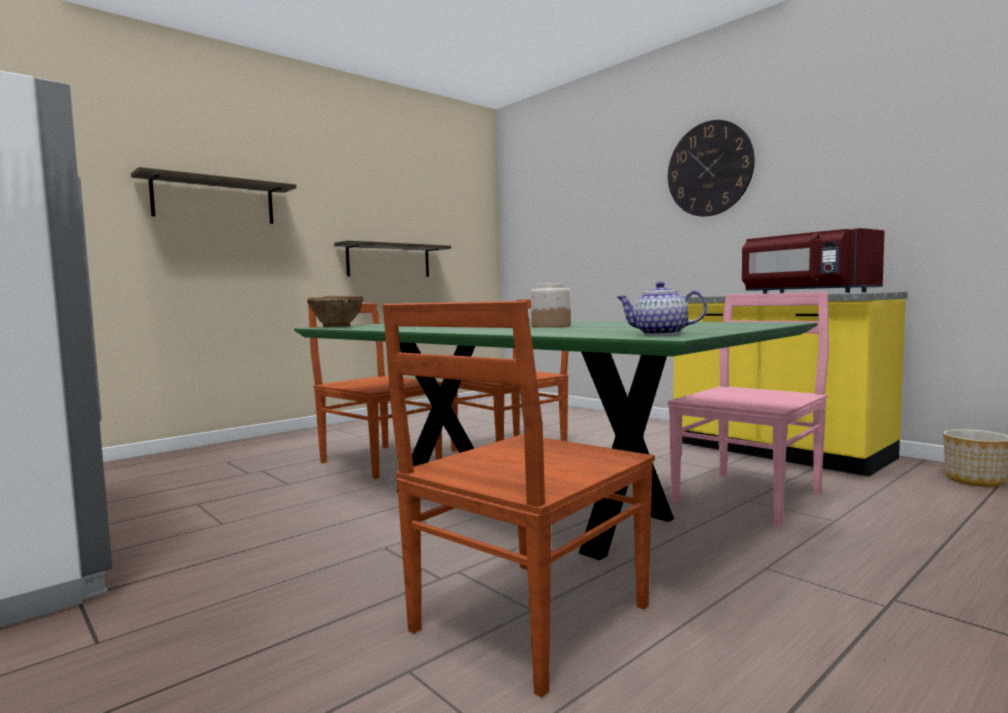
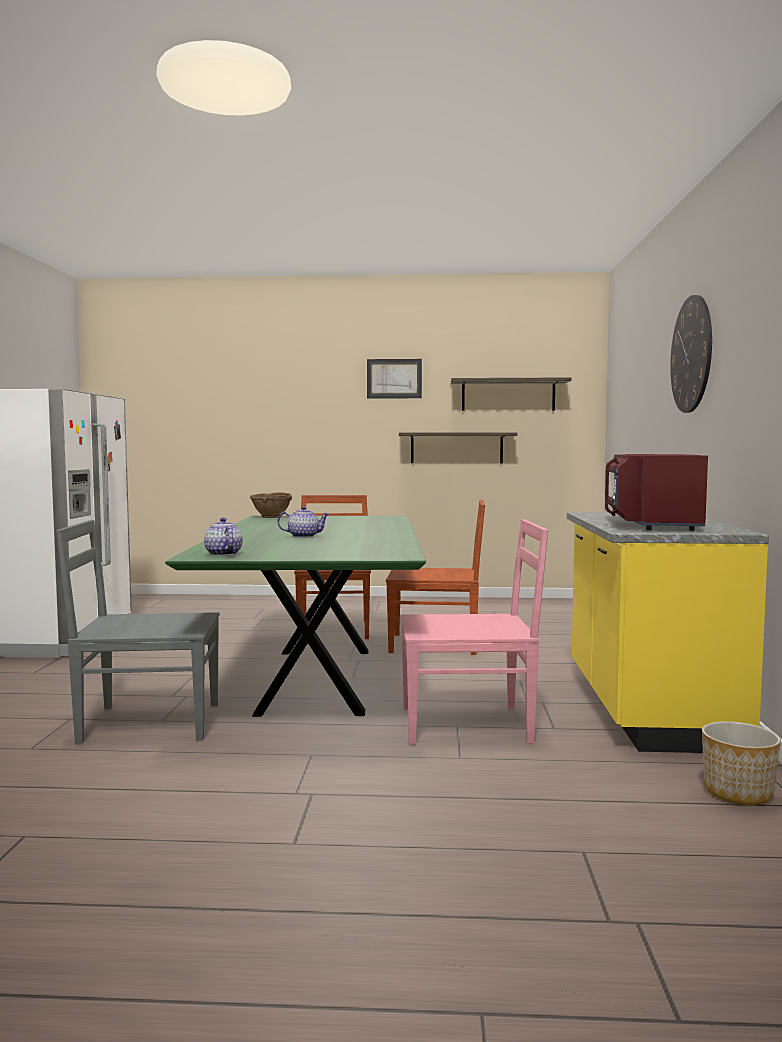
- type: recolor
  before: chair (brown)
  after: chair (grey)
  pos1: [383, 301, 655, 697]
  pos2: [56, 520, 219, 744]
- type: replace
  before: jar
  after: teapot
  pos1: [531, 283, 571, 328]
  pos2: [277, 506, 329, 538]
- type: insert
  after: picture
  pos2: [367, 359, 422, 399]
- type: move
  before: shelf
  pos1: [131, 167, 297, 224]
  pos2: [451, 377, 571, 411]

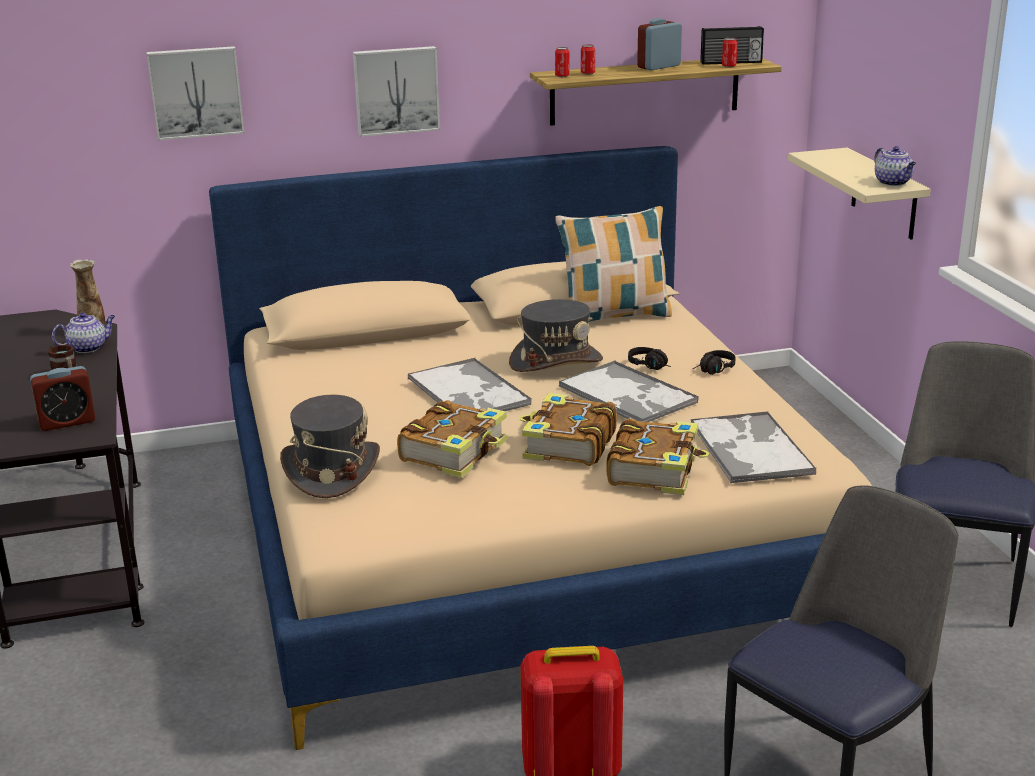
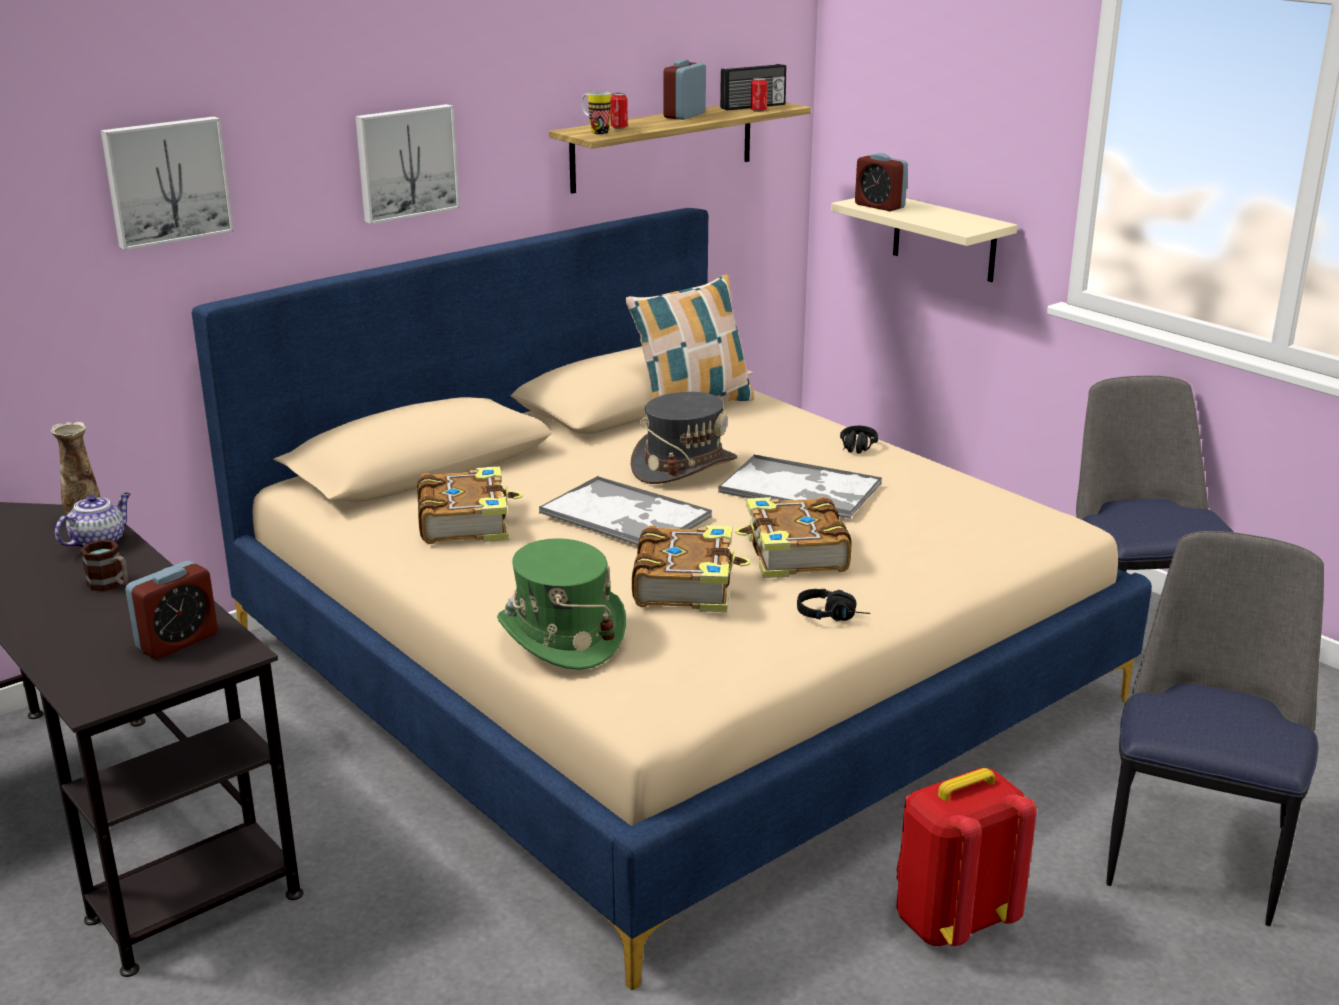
- type: move
  before: book
  pos1: [607, 418, 709, 495]
  pos2: [417, 466, 523, 544]
- type: recolor
  before: hat (grey)
  after: hat (green)
  pos1: [280, 395, 380, 498]
  pos2: [497, 538, 626, 670]
- type: replace
  before: can
  after: mug
  pos1: [555, 47, 570, 77]
  pos2: [581, 91, 611, 135]
- type: move
  before: headphones (black)
  pos1: [628, 347, 671, 370]
  pos2: [797, 589, 870, 621]
- type: insert
  after: alarm clock
  pos2: [855, 153, 908, 211]
- type: delete
  before: tray
  pos1: [690, 411, 816, 484]
- type: delete
  before: teapot
  pos1: [874, 146, 916, 186]

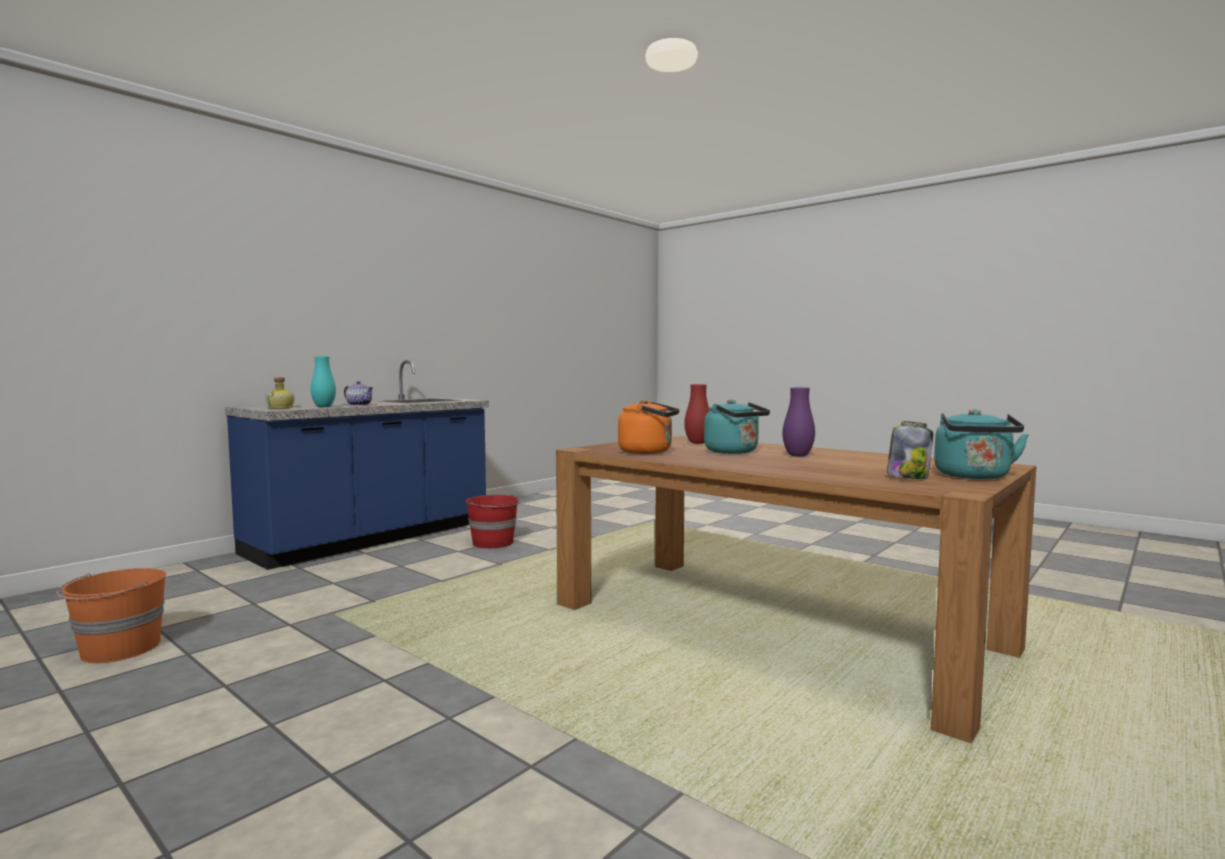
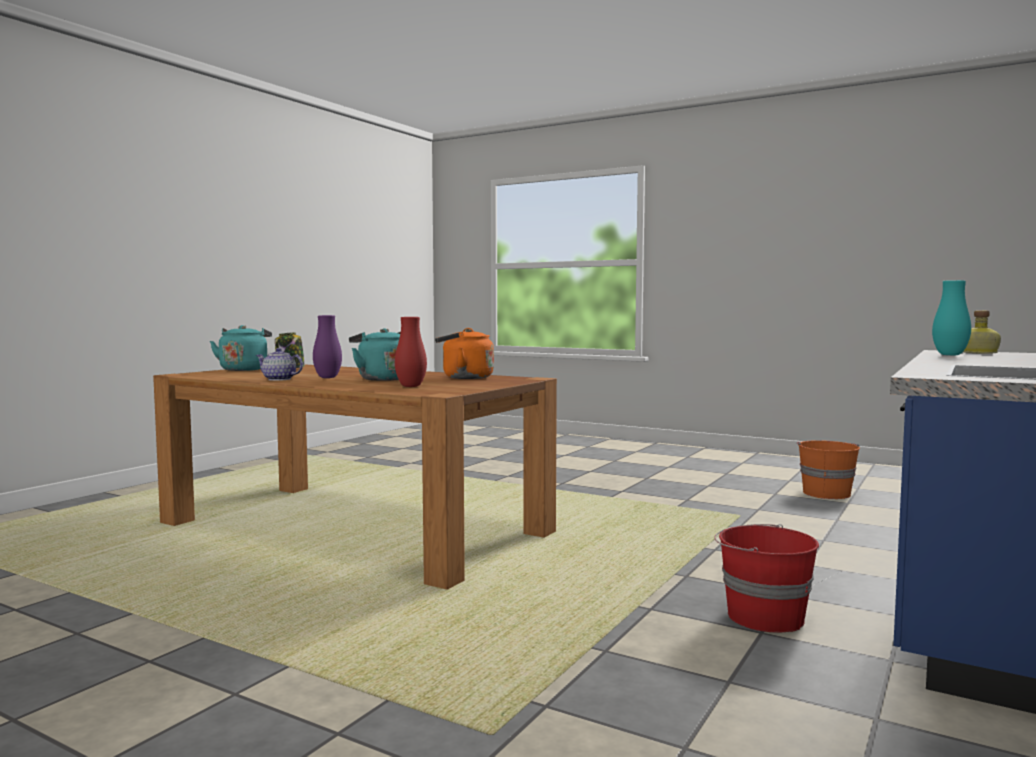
- type: move
  before: teapot
  pos1: [344, 381, 374, 406]
  pos2: [256, 348, 303, 381]

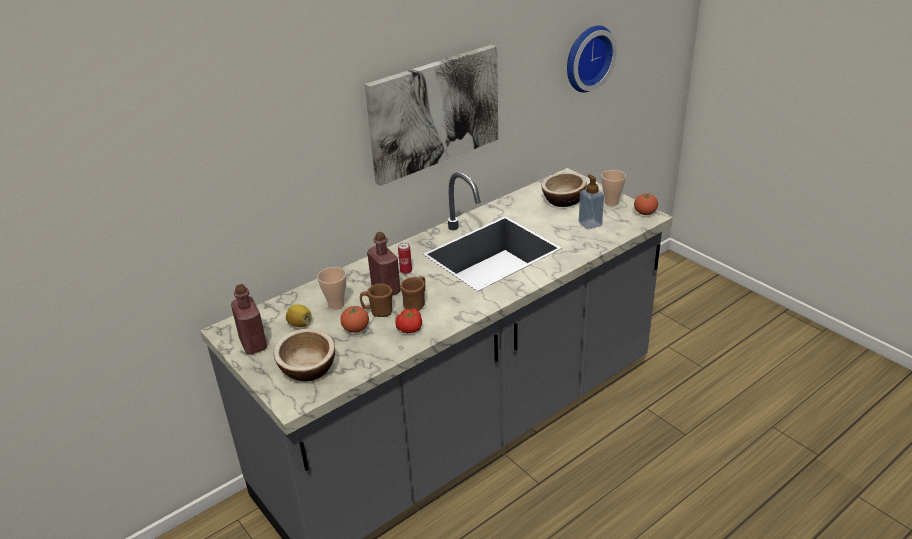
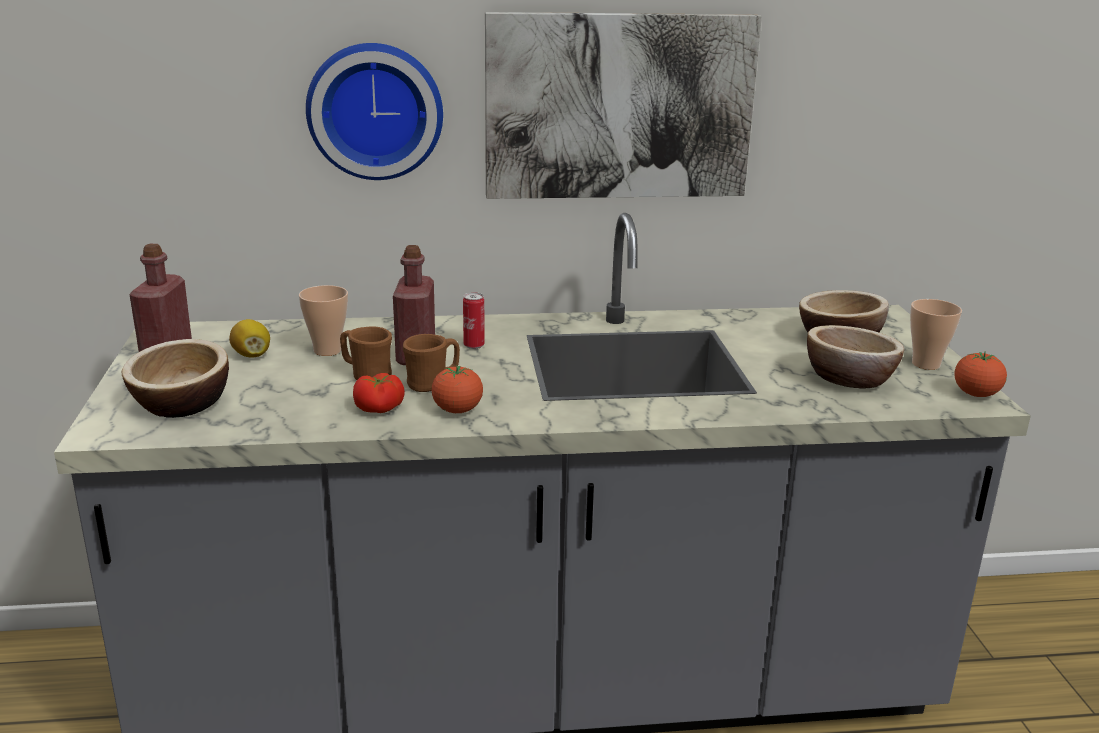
- type: move
  before: wall clock
  pos1: [567, 26, 617, 93]
  pos2: [306, 43, 443, 180]
- type: move
  before: tomato
  pos1: [340, 306, 369, 333]
  pos2: [431, 365, 483, 413]
- type: replace
  before: soap dispenser
  after: bowl
  pos1: [579, 174, 604, 229]
  pos2: [807, 325, 904, 389]

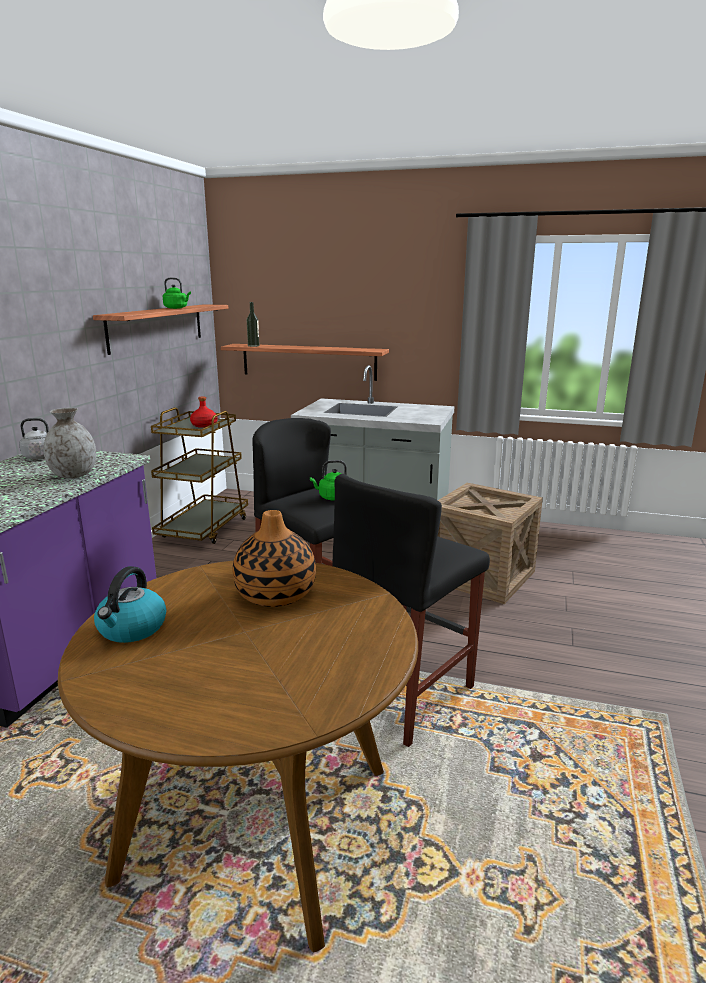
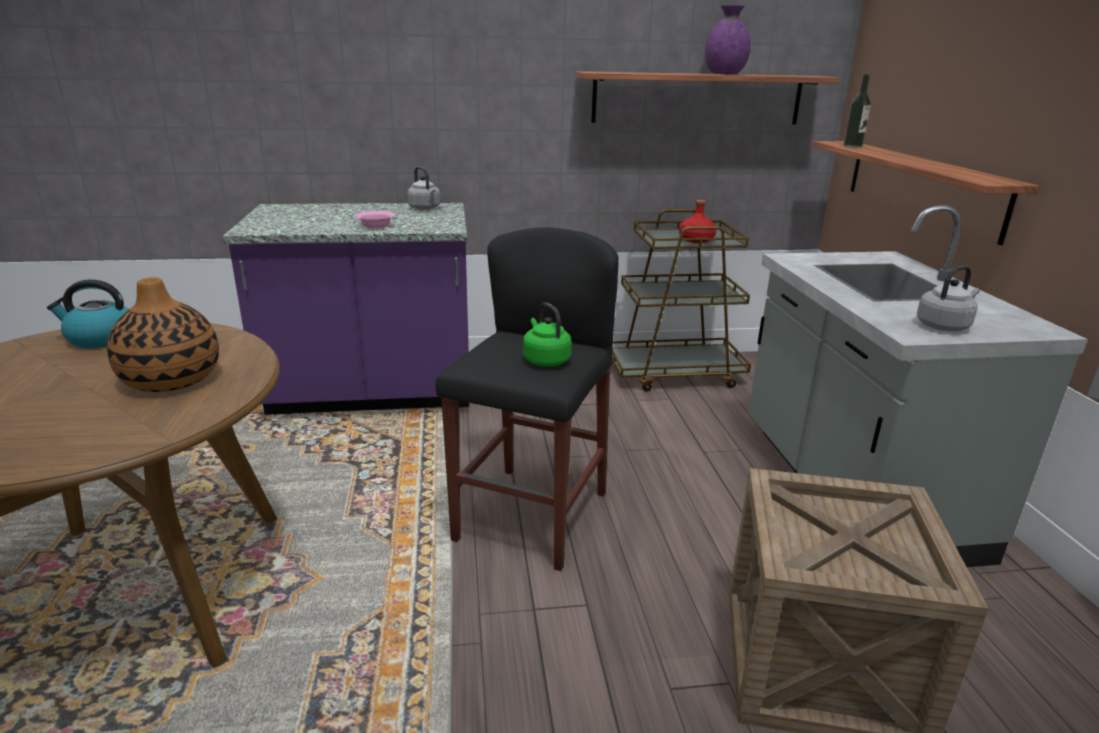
- type: replace
  before: vase (grey)
  after: bowl (pink)
  pos1: [43, 408, 96, 478]
  pos2: [355, 211, 395, 228]
- type: replace
  before: kettle (green)
  after: vase (purple)
  pos1: [163, 278, 191, 309]
  pos2: [705, 5, 751, 74]
- type: insert
  after: kettle (grey)
  pos2: [917, 265, 980, 331]
- type: delete
  before: stool (black)
  pos1: [332, 474, 490, 747]

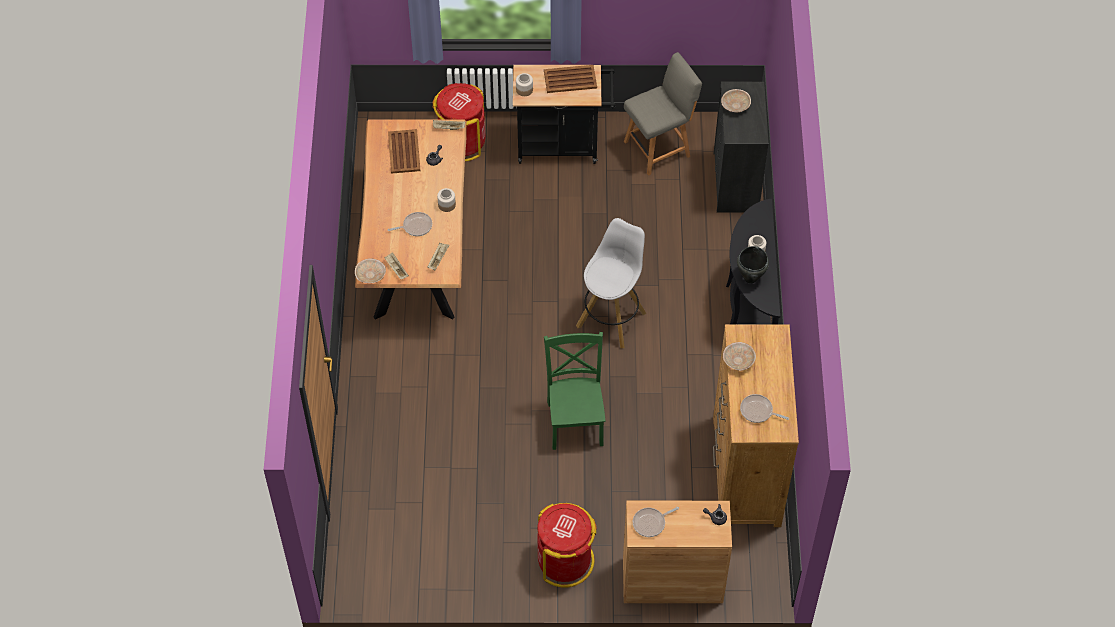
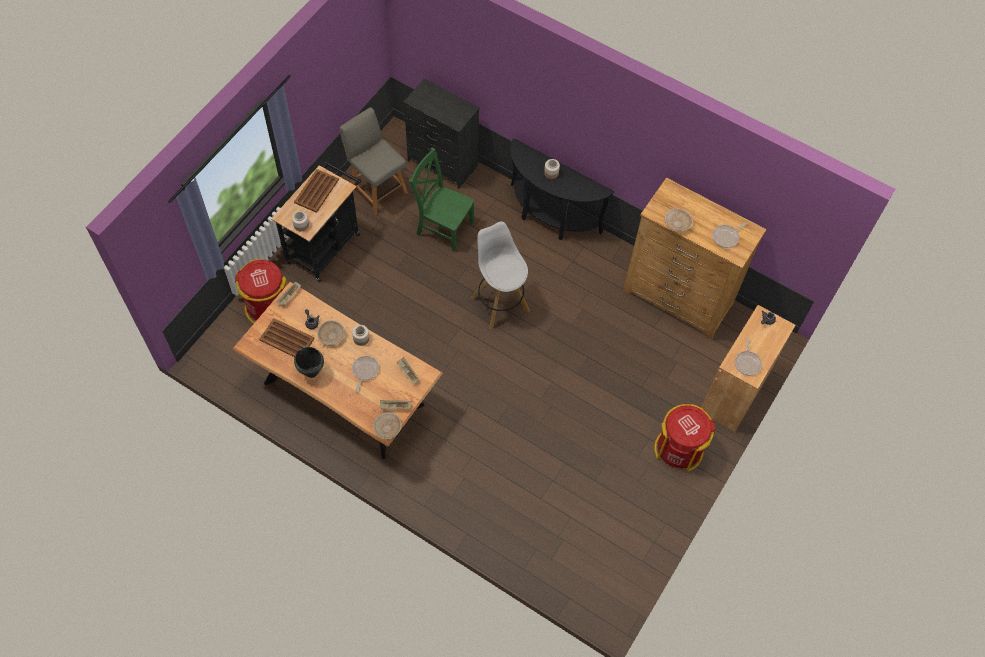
- type: move
  before: cooking pot (black)
  pos1: [737, 246, 769, 283]
  pos2: [294, 347, 324, 378]
- type: move
  before: bowl (beige)
  pos1: [721, 89, 751, 113]
  pos2: [317, 320, 345, 345]
- type: rotate
  before: chair (grey)
  pos1: [624, 52, 702, 176]
  pos2: [339, 107, 408, 215]
  turn: -45
- type: move
  before: chair (green)
  pos1: [544, 332, 605, 450]
  pos2: [409, 147, 475, 252]

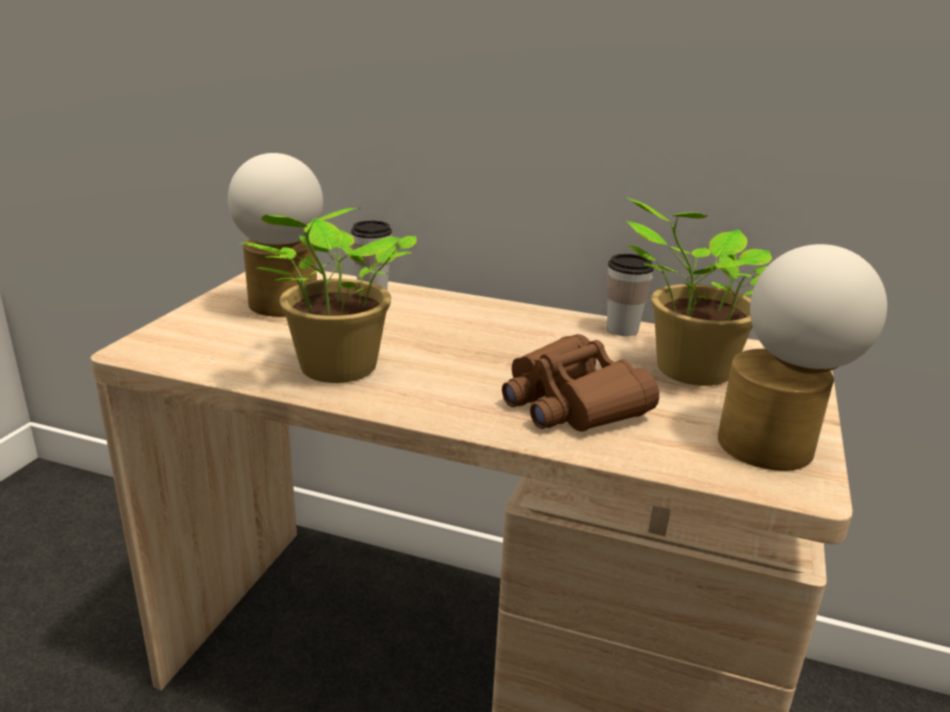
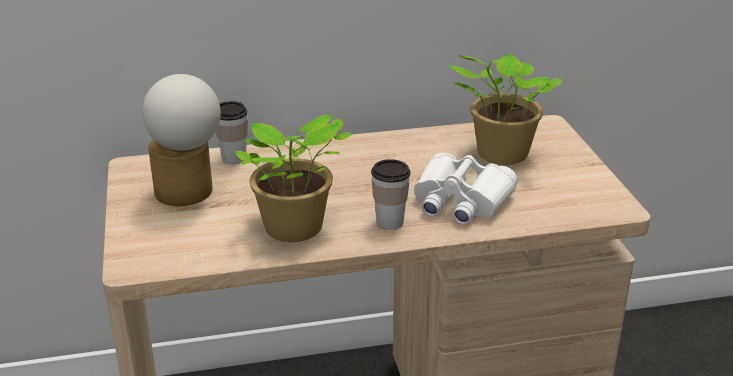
- type: move
  before: cup
  pos1: [607, 254, 654, 336]
  pos2: [371, 159, 411, 230]
- type: recolor
  before: binoculars (brown)
  after: binoculars (white)
  pos1: [502, 334, 659, 432]
  pos2: [414, 153, 518, 224]
- type: delete
  before: table lamp
  pos1: [718, 244, 887, 471]

